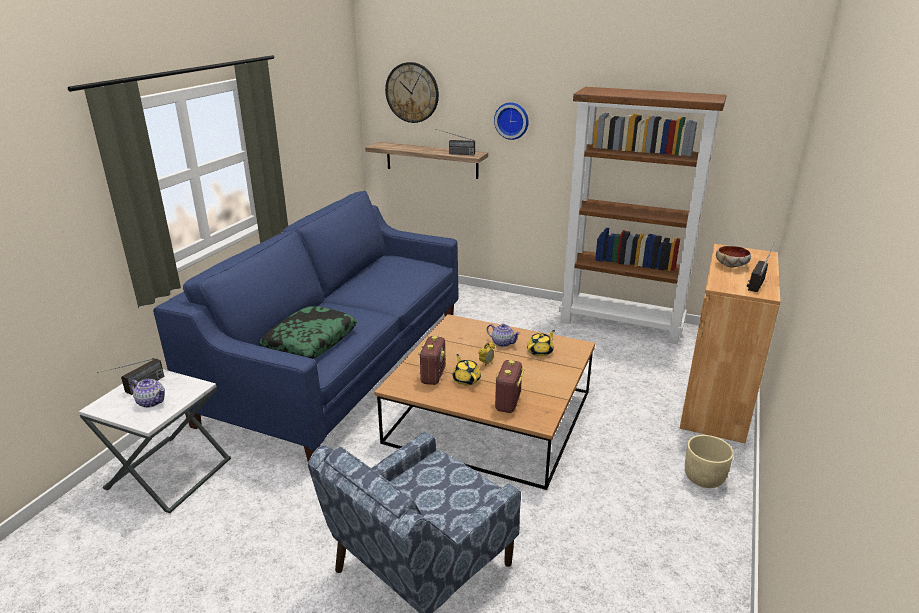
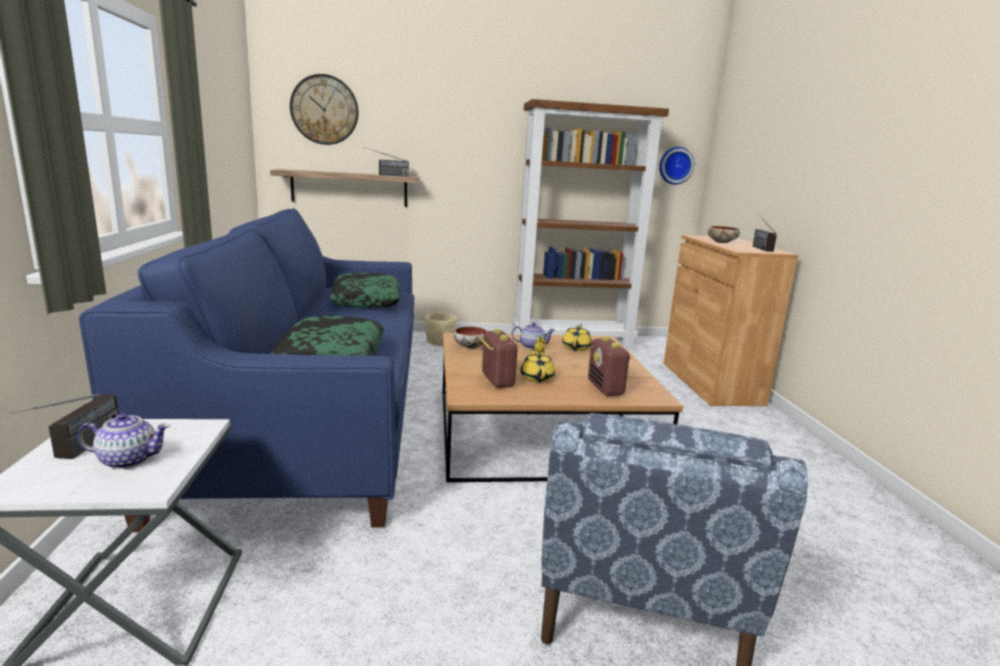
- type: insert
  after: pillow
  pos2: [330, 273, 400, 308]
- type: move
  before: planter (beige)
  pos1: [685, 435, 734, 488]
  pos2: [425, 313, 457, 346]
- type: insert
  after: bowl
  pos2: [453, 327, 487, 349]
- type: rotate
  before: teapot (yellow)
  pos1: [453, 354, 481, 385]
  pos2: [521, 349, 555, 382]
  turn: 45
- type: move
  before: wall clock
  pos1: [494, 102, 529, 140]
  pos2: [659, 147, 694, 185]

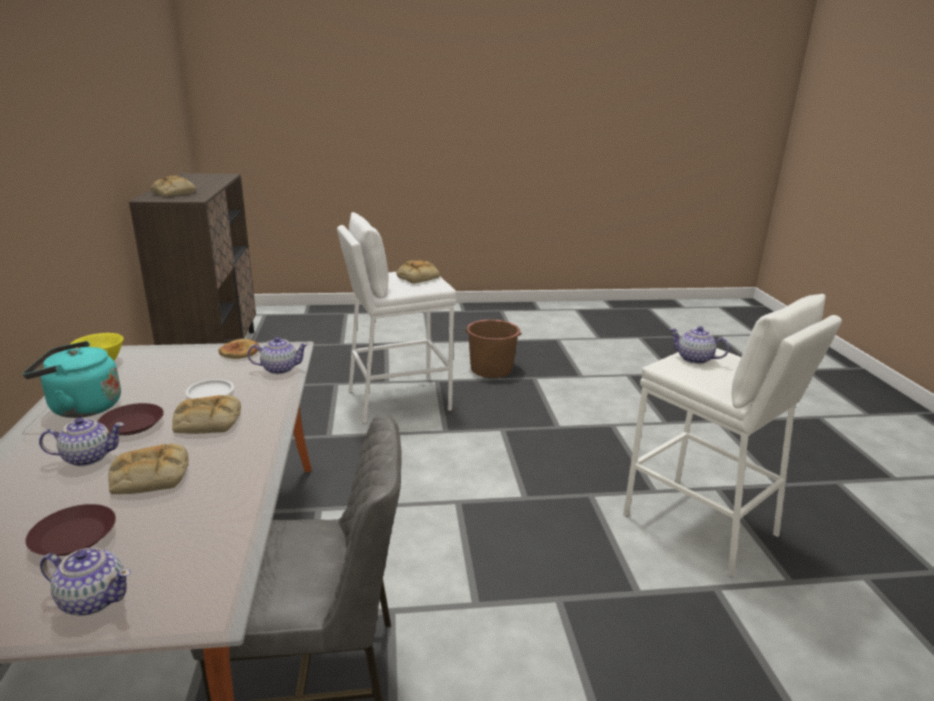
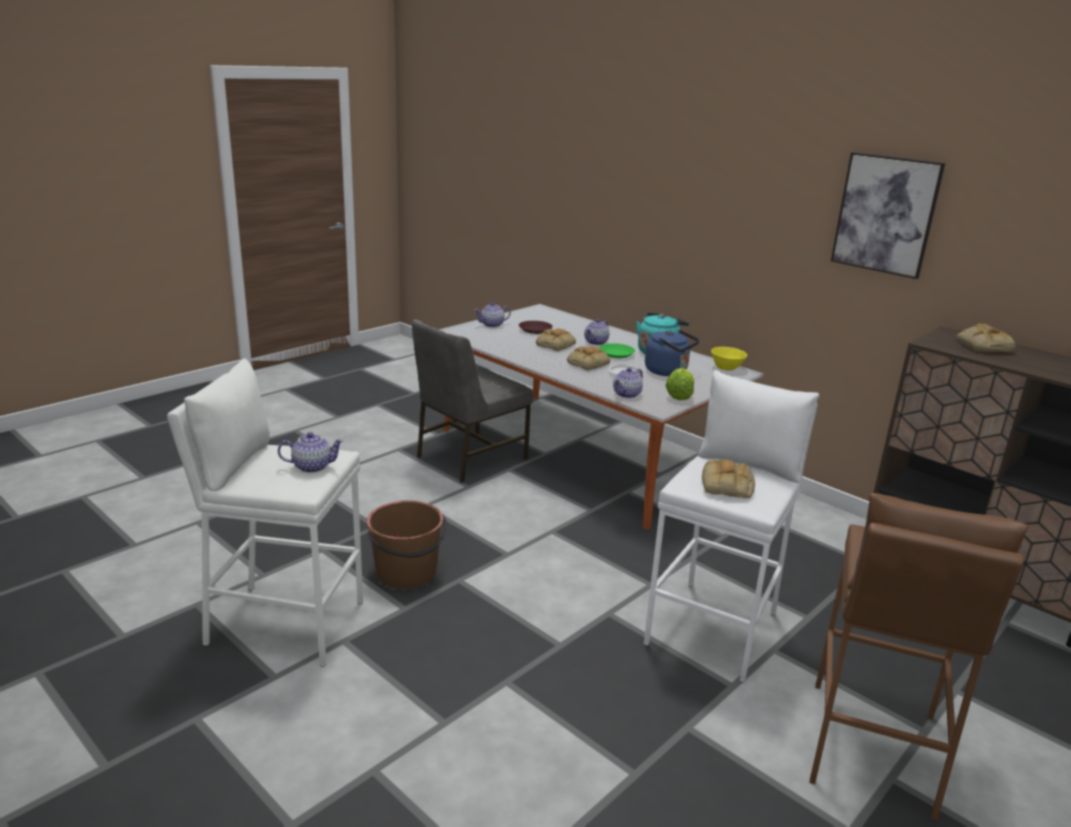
- type: move
  before: bucket (brown)
  pos1: [465, 320, 522, 378]
  pos2: [367, 500, 447, 589]
- type: recolor
  before: plate (brown)
  after: plate (green)
  pos1: [98, 403, 164, 436]
  pos2: [599, 343, 635, 358]
- type: insert
  after: kettle (blue)
  pos2: [645, 329, 700, 376]
- type: replace
  before: bread
  after: lettuce
  pos1: [218, 339, 260, 359]
  pos2: [666, 368, 694, 400]
- type: insert
  after: stool (brown)
  pos2: [809, 493, 1028, 821]
- type: insert
  after: picture
  pos2: [831, 152, 945, 279]

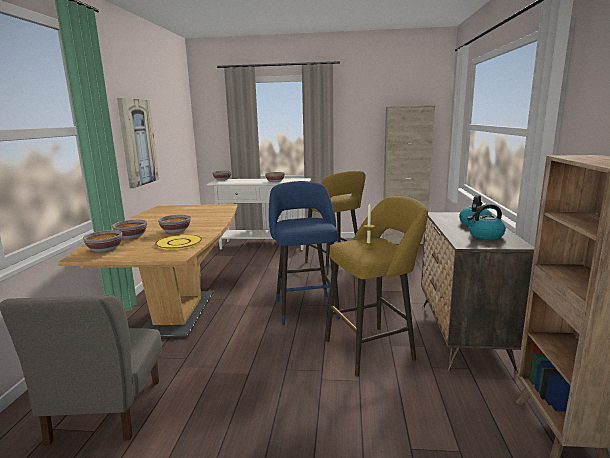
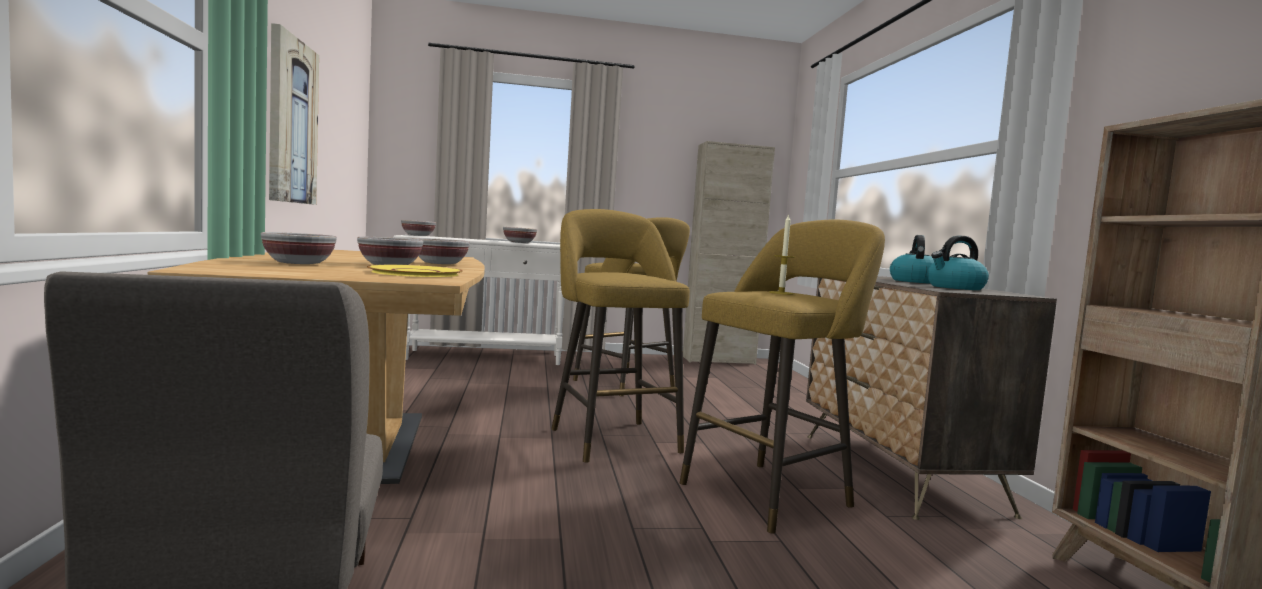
- type: move
  before: bowl
  pos1: [83, 230, 123, 252]
  pos2: [412, 238, 470, 264]
- type: recolor
  before: stool (blue)
  after: stool (yellow)
  pos1: [269, 181, 340, 325]
  pos2: [551, 209, 690, 463]

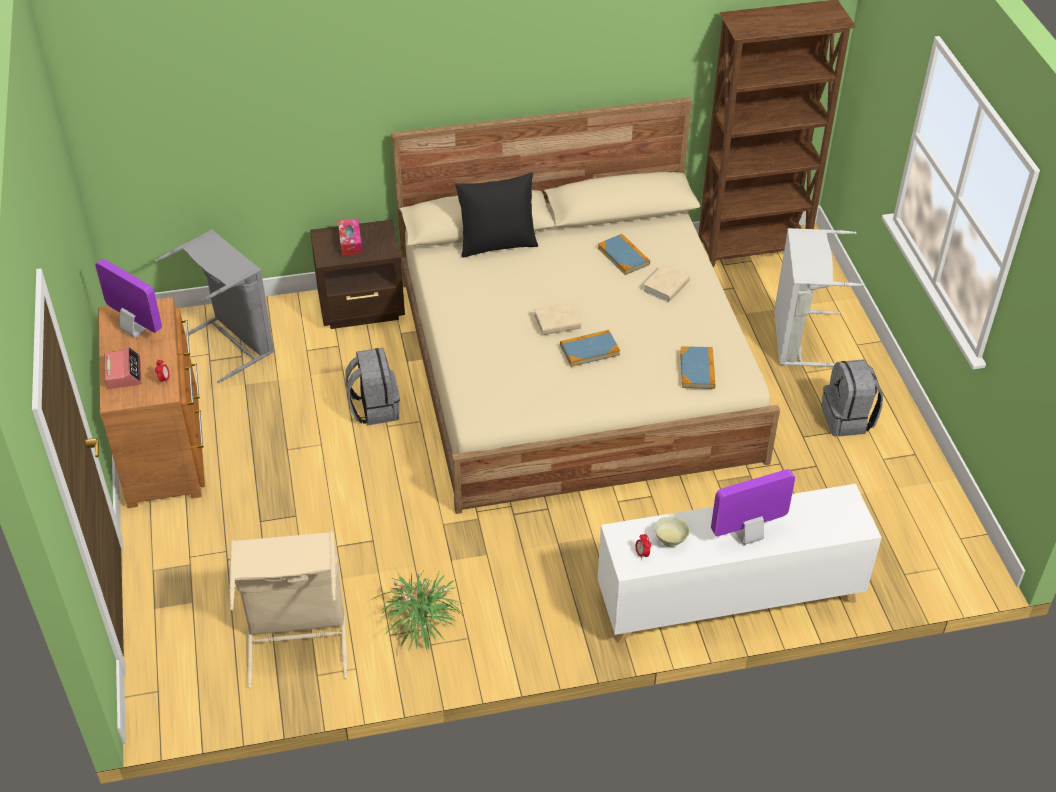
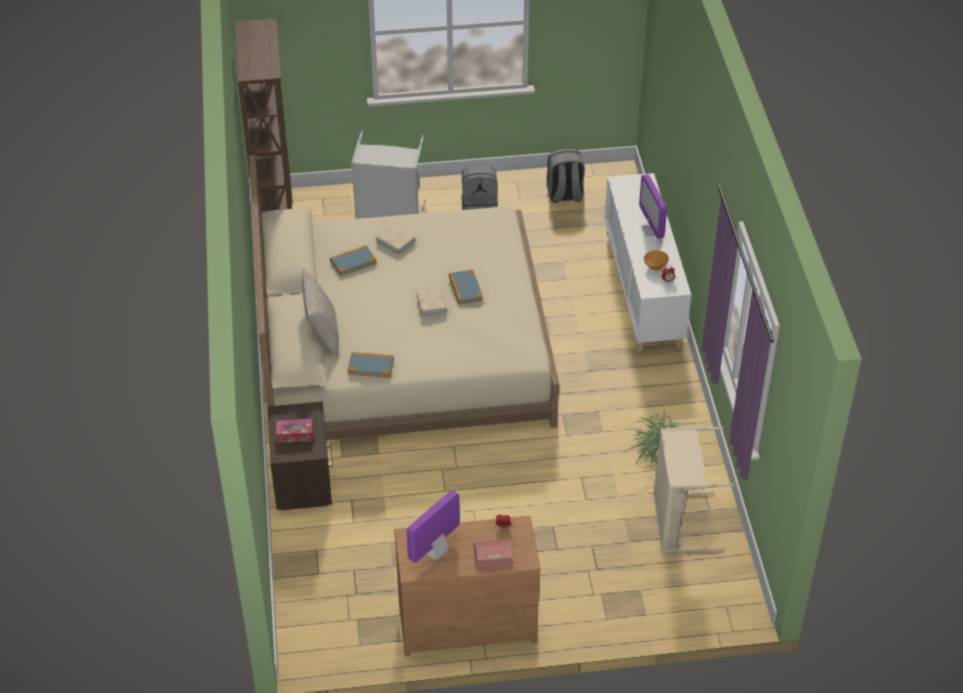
- type: recolor
  before: pillow (black)
  after: pillow (beige)
  pos1: [455, 172, 538, 258]
  pos2: [302, 268, 339, 358]
- type: move
  before: book
  pos1: [680, 346, 716, 389]
  pos2: [347, 352, 394, 378]
- type: move
  before: backpack (grey)
  pos1: [345, 348, 400, 425]
  pos2: [546, 149, 585, 203]
- type: recolor
  before: bowl (beige)
  after: bowl (orange)
  pos1: [654, 517, 690, 547]
  pos2: [644, 250, 669, 271]
- type: delete
  before: laundry basket (grey)
  pos1: [155, 229, 274, 383]

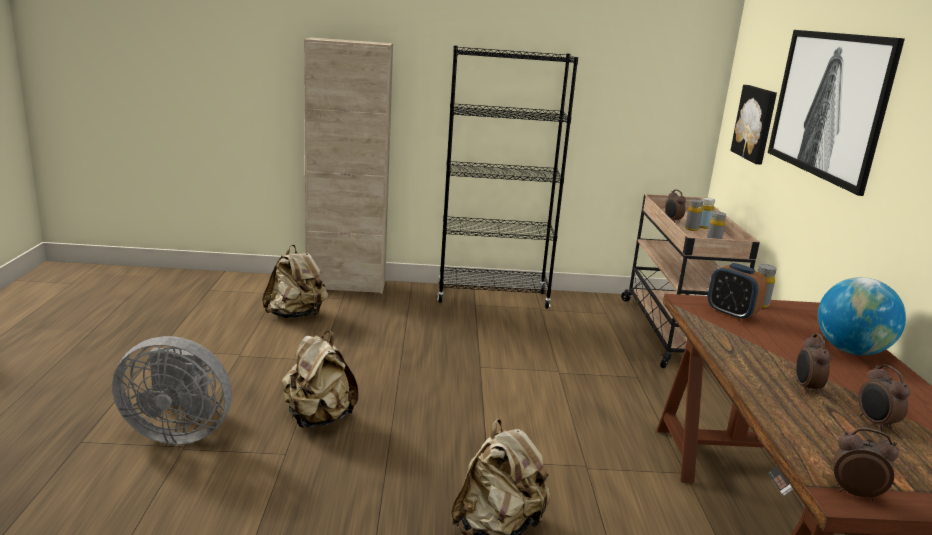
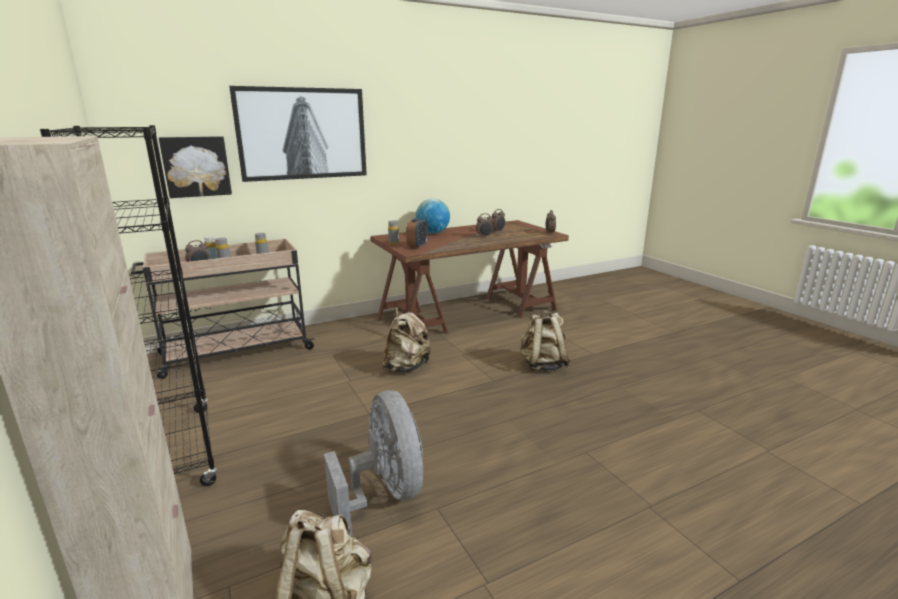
- type: move
  before: fan (grey)
  pos1: [112, 336, 232, 445]
  pos2: [324, 390, 423, 536]
- type: move
  before: backpack (beige)
  pos1: [282, 331, 359, 428]
  pos2: [382, 307, 432, 373]

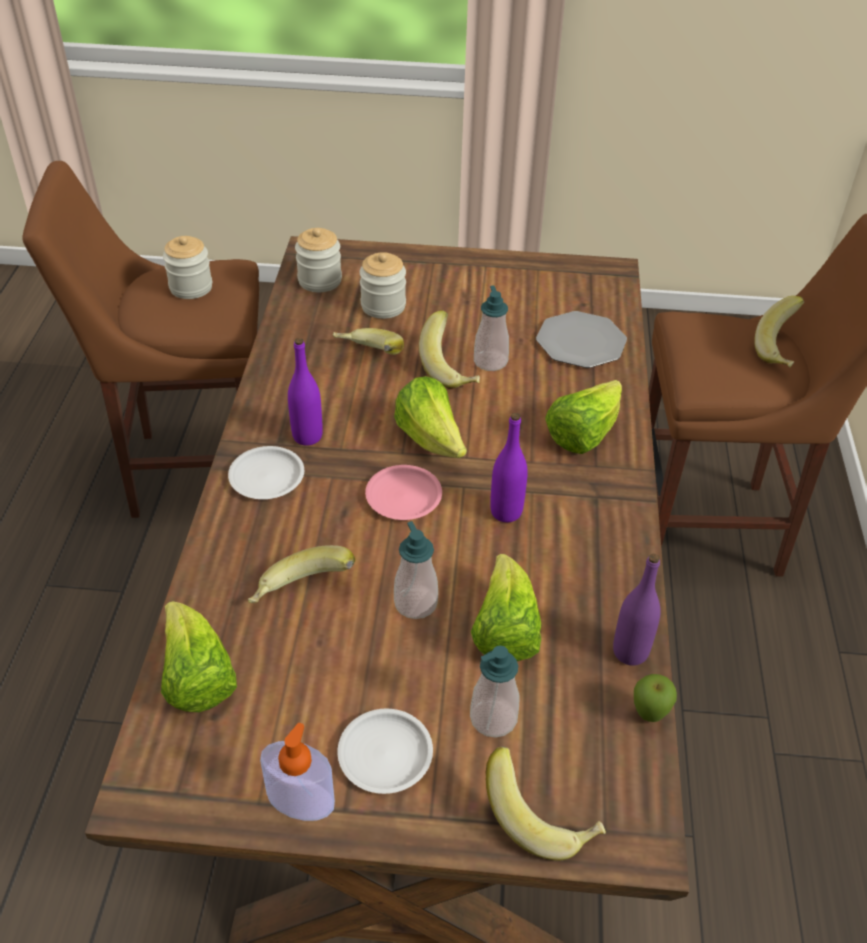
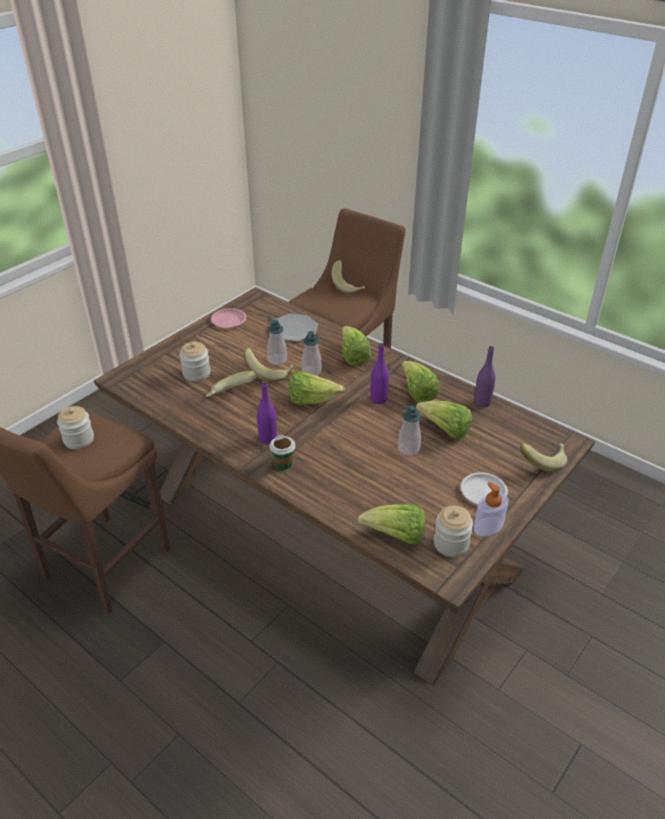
- type: move
  before: plate (pink)
  pos1: [365, 465, 442, 520]
  pos2: [211, 308, 246, 328]
- type: replace
  before: plate (white)
  after: cup
  pos1: [228, 446, 304, 499]
  pos2: [270, 435, 296, 470]
- type: move
  before: soap dispenser
  pos1: [470, 646, 519, 738]
  pos2: [302, 331, 322, 376]
- type: insert
  after: lettuce
  pos2: [401, 361, 440, 403]
- type: move
  before: jar
  pos1: [295, 228, 342, 292]
  pos2: [434, 506, 473, 557]
- type: delete
  before: banana
  pos1: [248, 545, 355, 603]
- type: delete
  before: apple
  pos1: [634, 674, 677, 722]

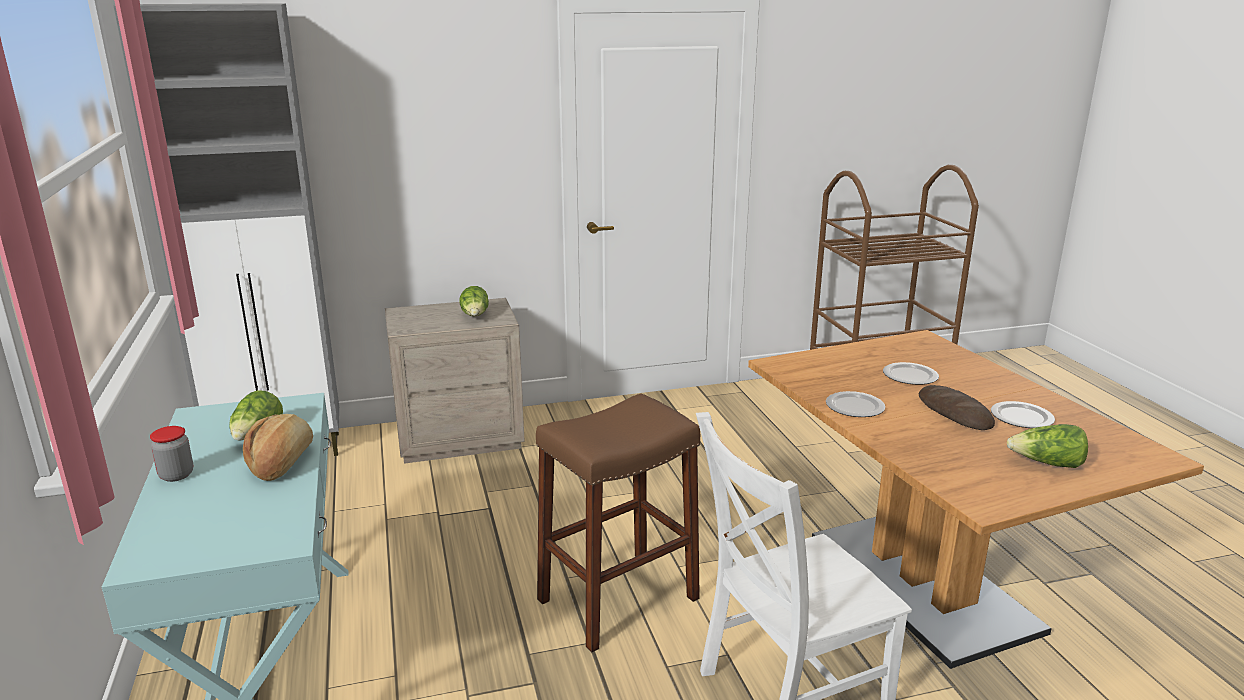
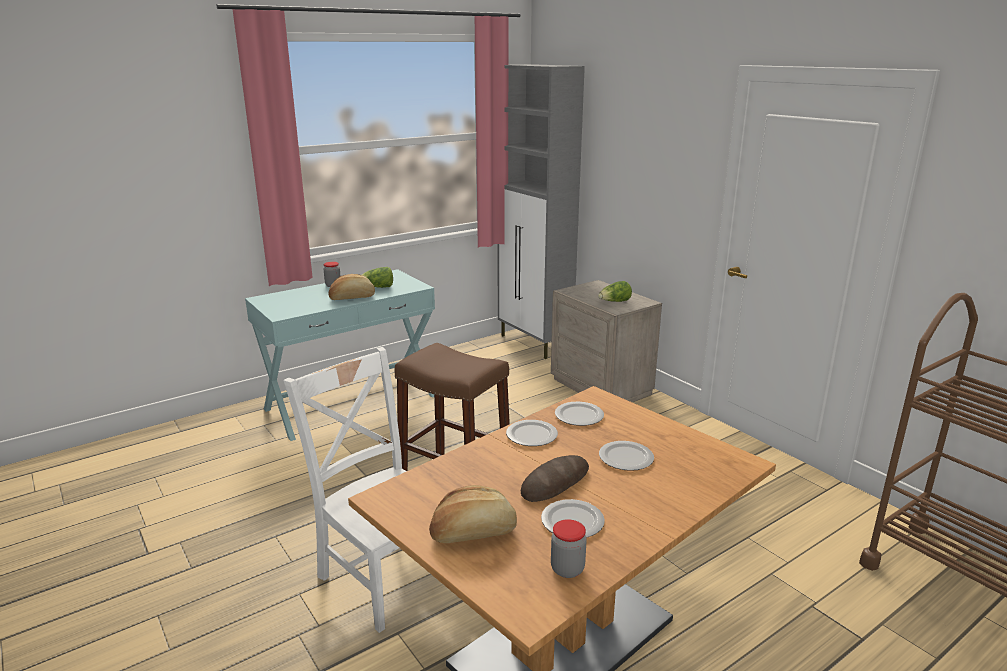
- type: replace
  before: lettuce
  after: bread
  pos1: [1007, 424, 1088, 468]
  pos2: [429, 485, 517, 543]
- type: insert
  after: jar
  pos2: [551, 519, 587, 578]
- type: insert
  after: plate
  pos2: [555, 402, 604, 426]

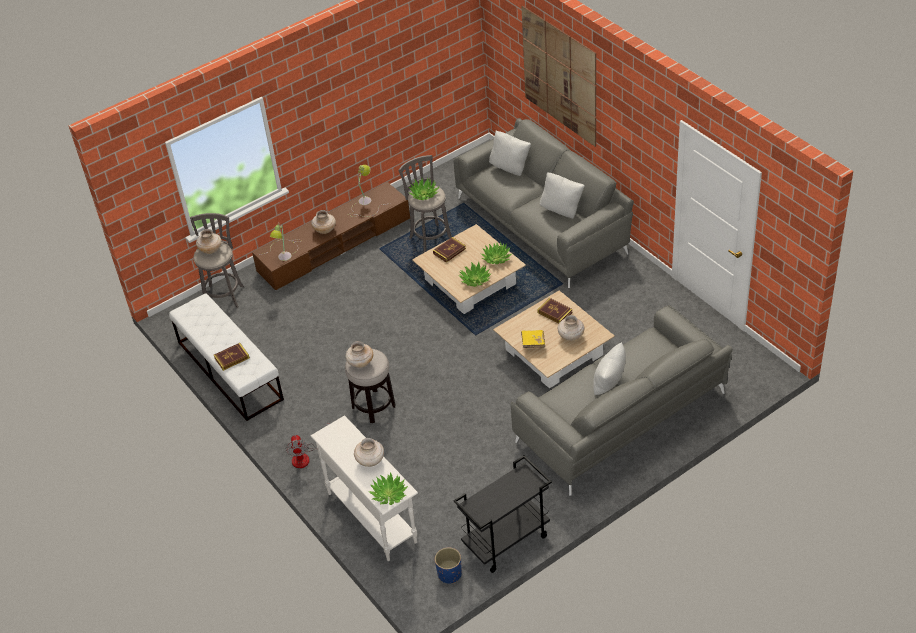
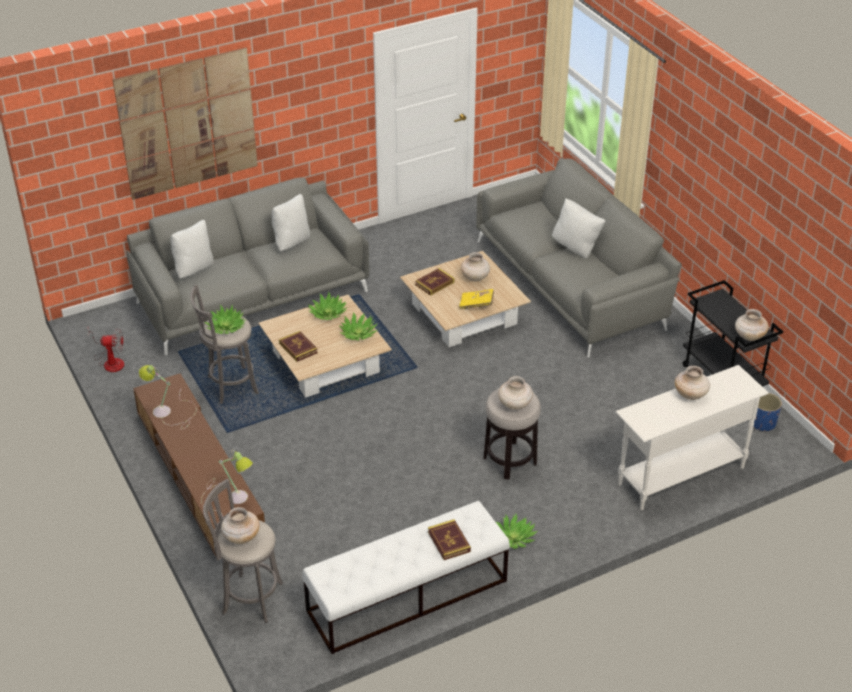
- type: move
  before: fan
  pos1: [285, 423, 330, 468]
  pos2: [87, 328, 124, 372]
- type: move
  before: potted plant
  pos1: [369, 472, 408, 505]
  pos2: [496, 514, 537, 549]
- type: move
  before: vase (beige)
  pos1: [311, 210, 336, 234]
  pos2: [735, 309, 769, 341]

